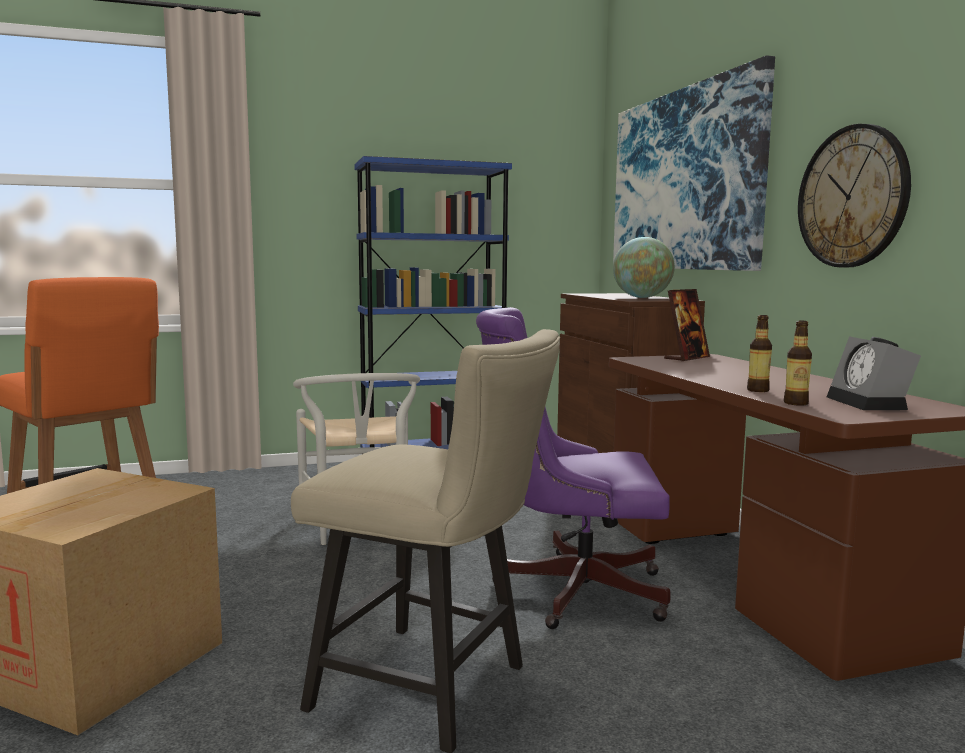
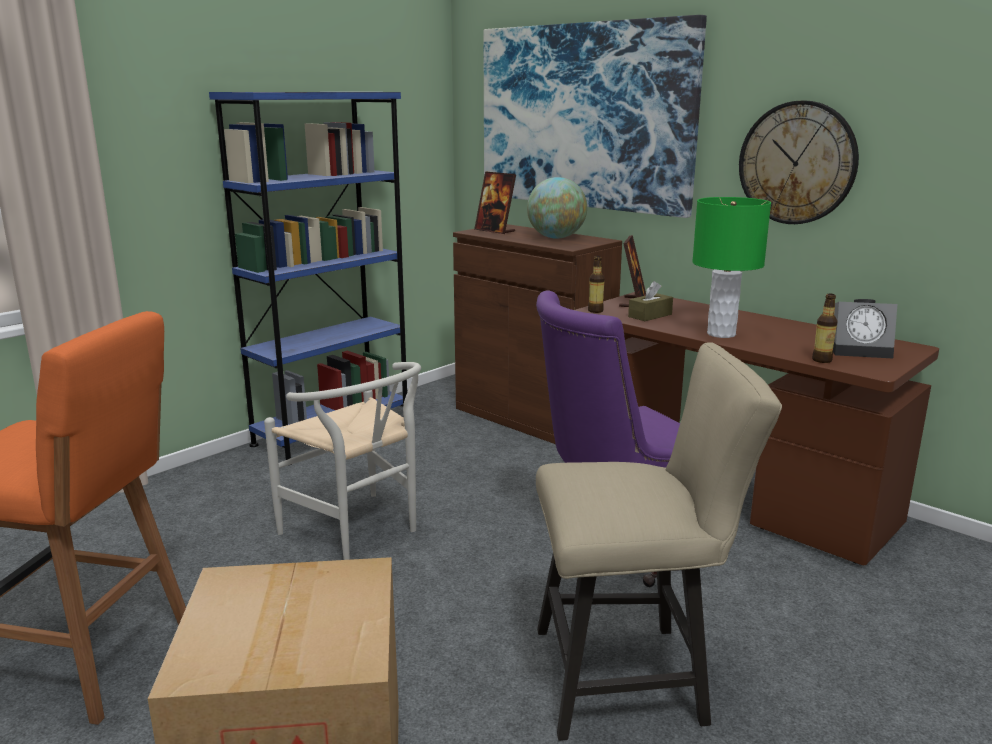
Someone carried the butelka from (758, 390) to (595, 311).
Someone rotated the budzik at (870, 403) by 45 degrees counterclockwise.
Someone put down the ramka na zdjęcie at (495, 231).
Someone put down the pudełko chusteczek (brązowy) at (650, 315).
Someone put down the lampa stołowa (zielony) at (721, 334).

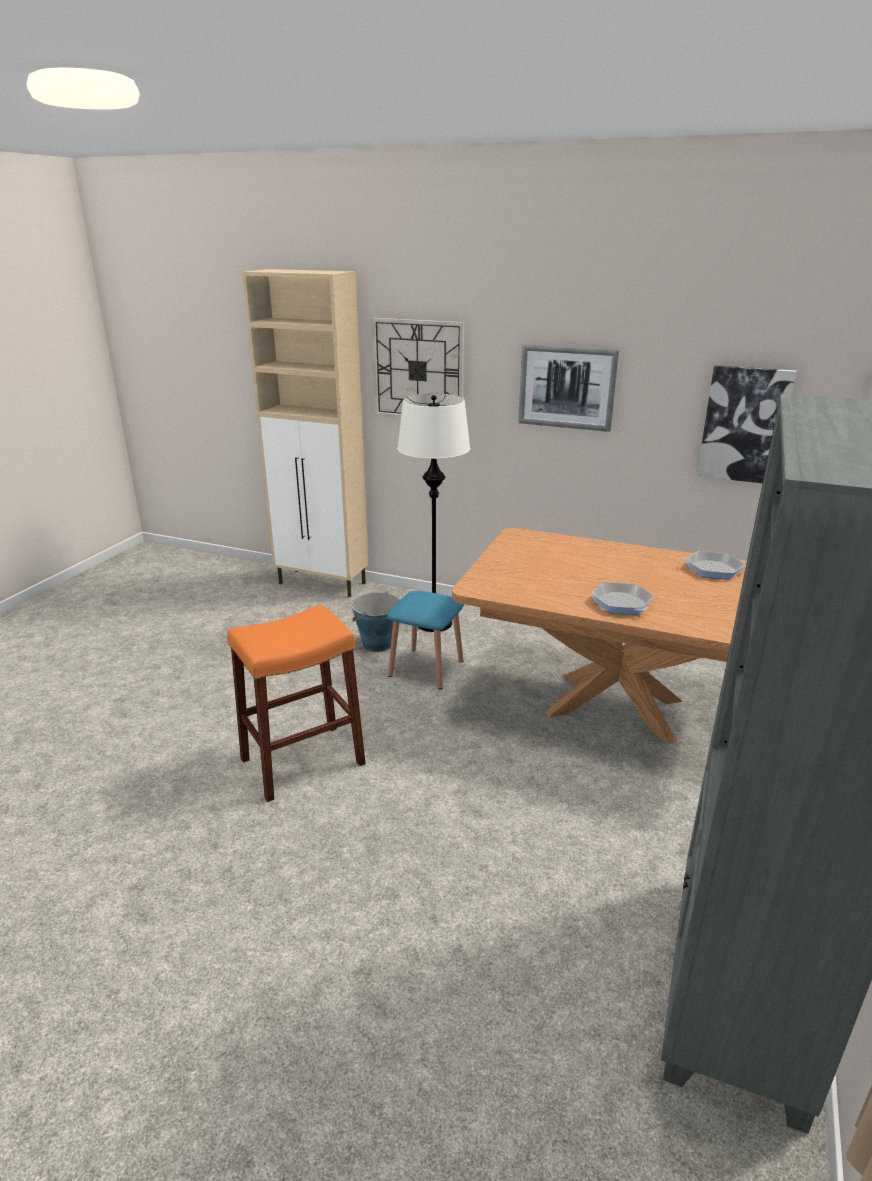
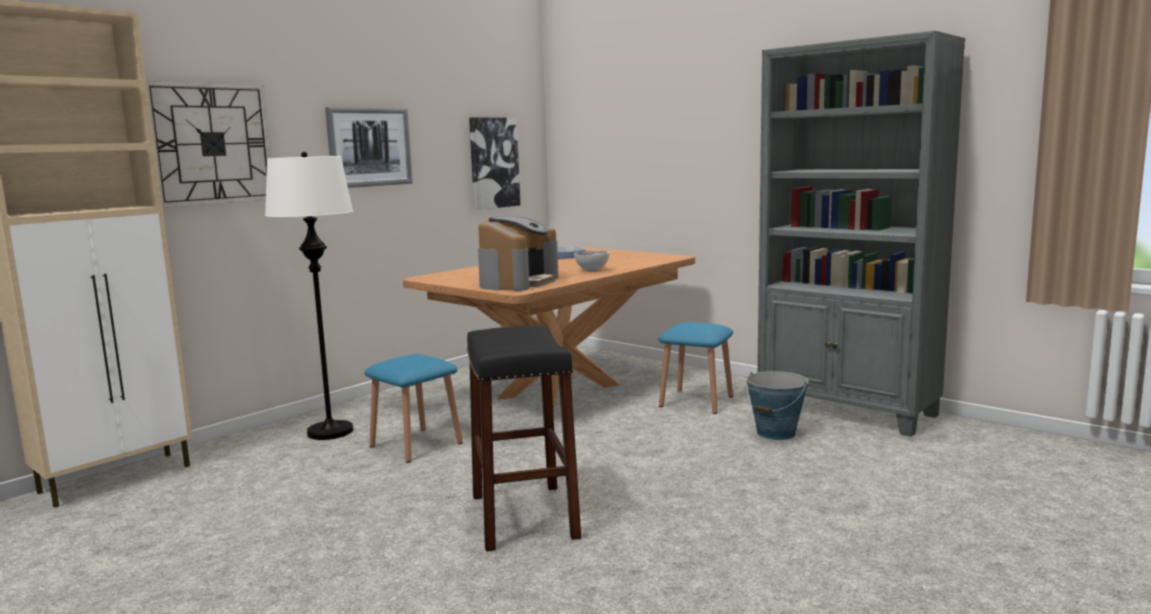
Someone repainted the stołek (pomarańczowy) at (303, 761), which became the stołek (czarny) at (523, 516).
Someone carried the wiadro from (377, 644) to (776, 433).
Someone swapped the patelnia at (621, 603) for the miska at (591, 270).
Someone put down the ekspres do kawy at (518, 282).
Someone put down the stołek (niebieski) at (696, 401).

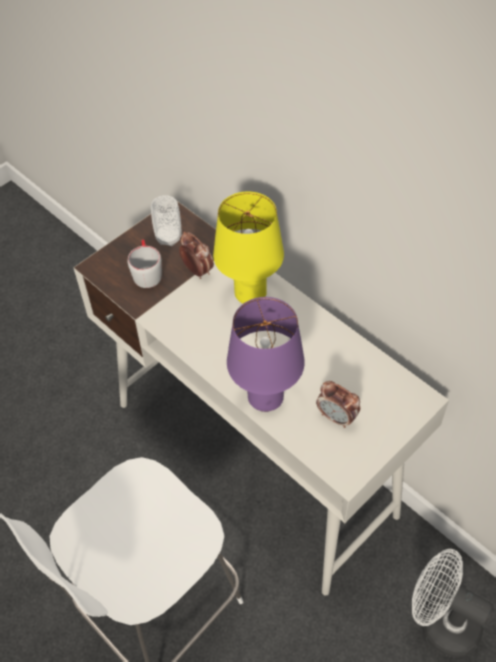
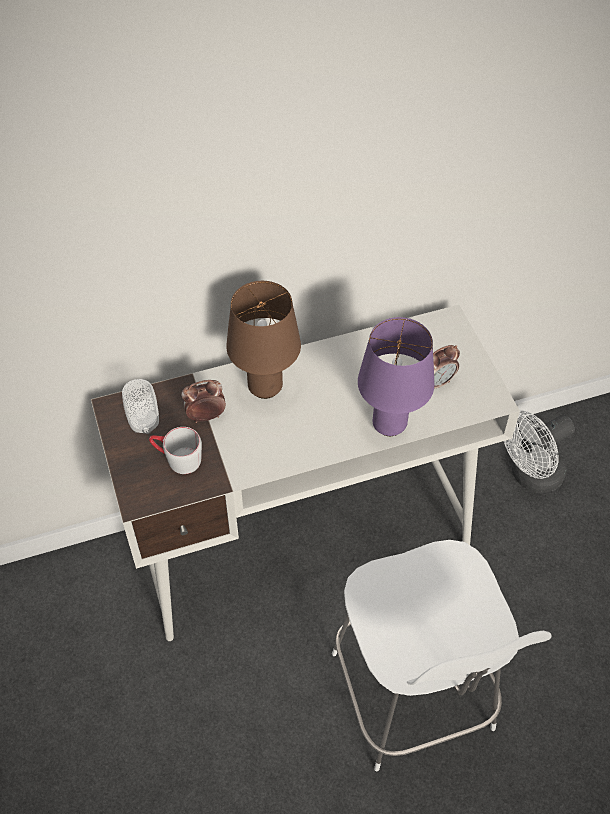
Someone repainted the lampa stołowa (żółty) at (251, 296), which became the lampa stołowa (brązowy) at (266, 387).

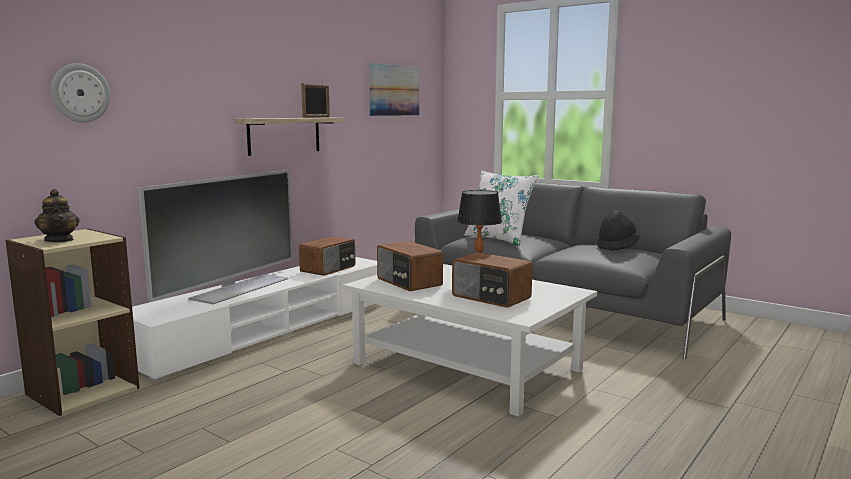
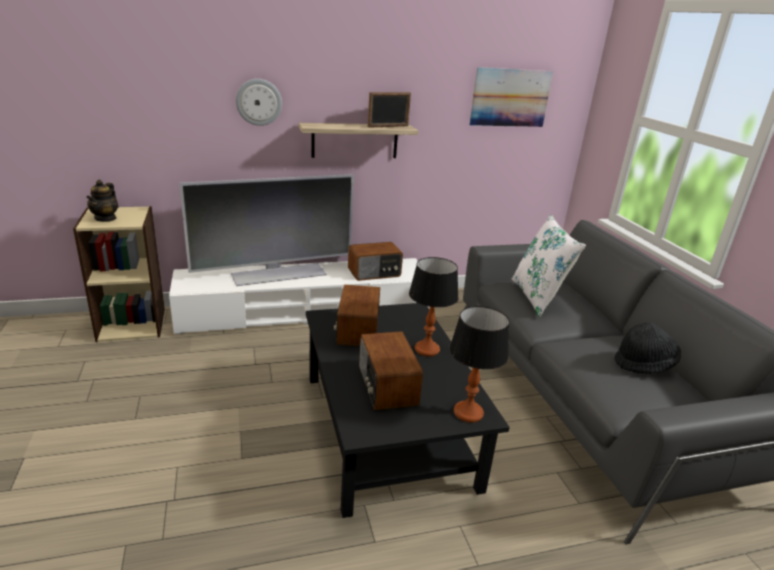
Someone carried the zegar ścienny from (80, 93) to (259, 102).
Someone repainted the ława (biały) at (467, 366), which became the ława (czarny) at (388, 429).
Someone put down the lampa stołowa at (468, 413).

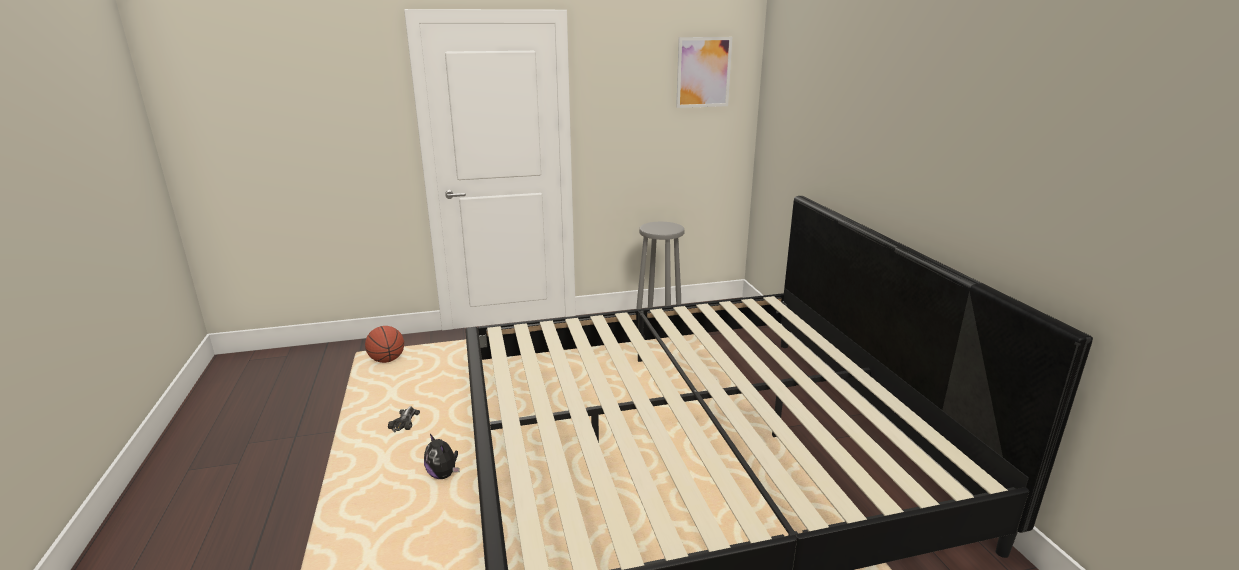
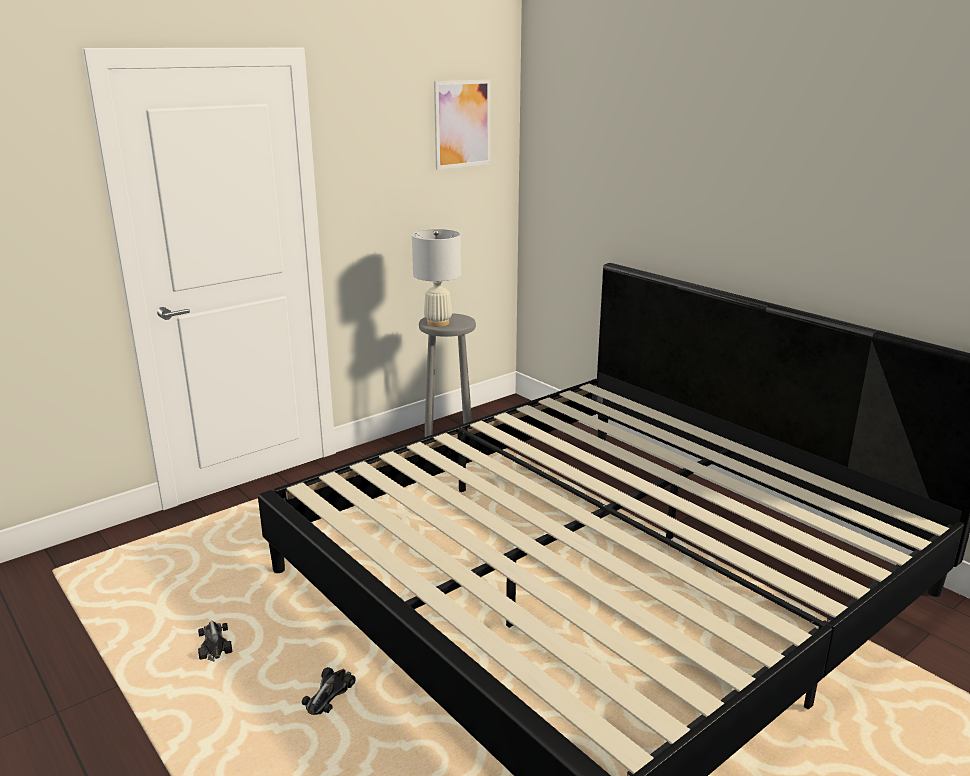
Someone took away the piłka do koszykówki at (387, 360).
Someone swapped the pluszak at (443, 474) for the samochodzik at (328, 694).
Someone put down the lampa stołowa (biały) at (438, 323).

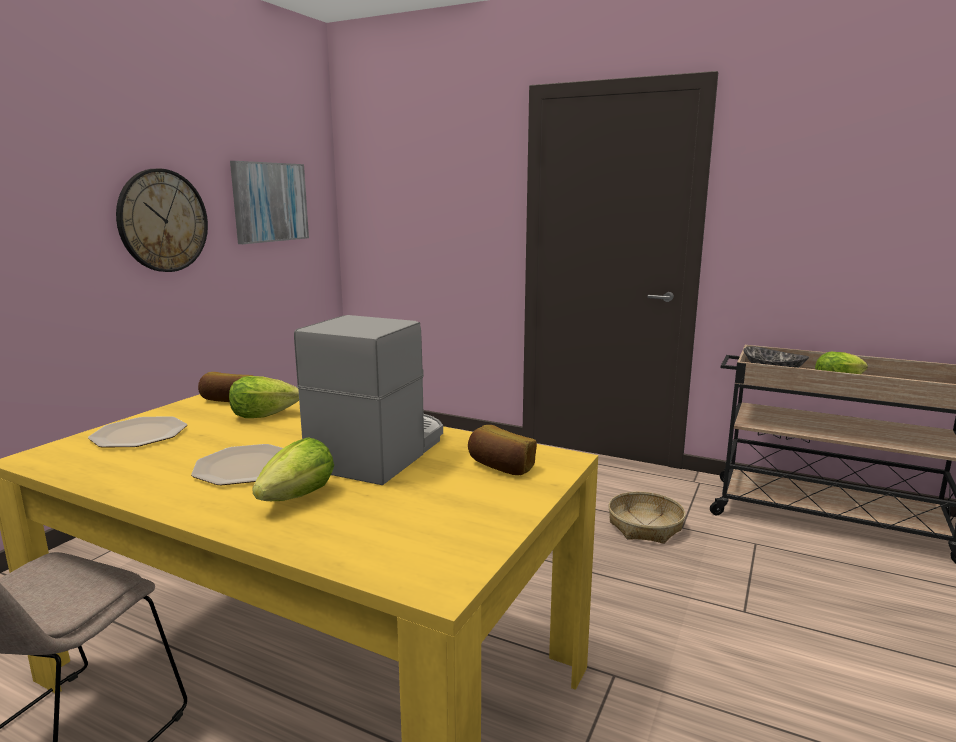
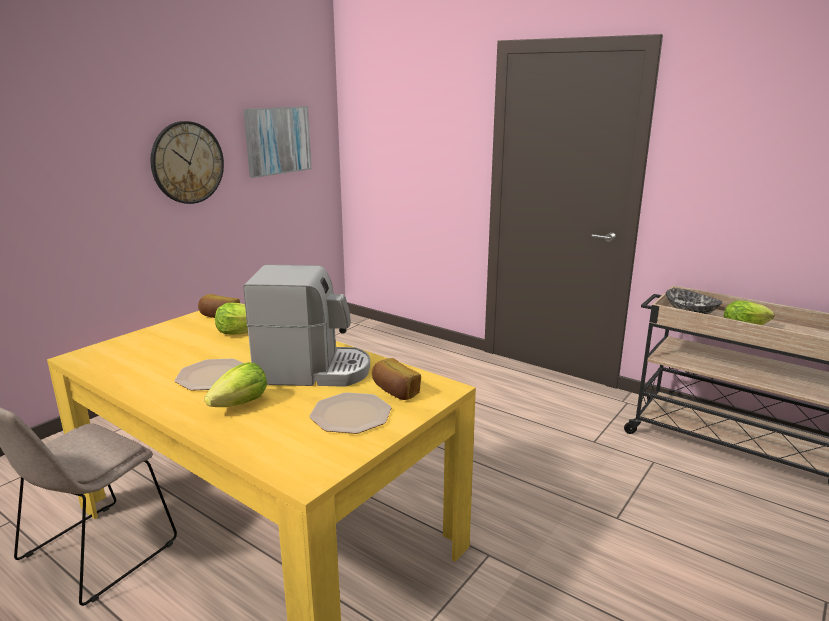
Someone carried the talerz from (139, 434) to (351, 415).
Someone rotated the ekspres do kawy at (381, 451) by 60 degrees clockwise.
Someone took away the koszyk at (645, 526).

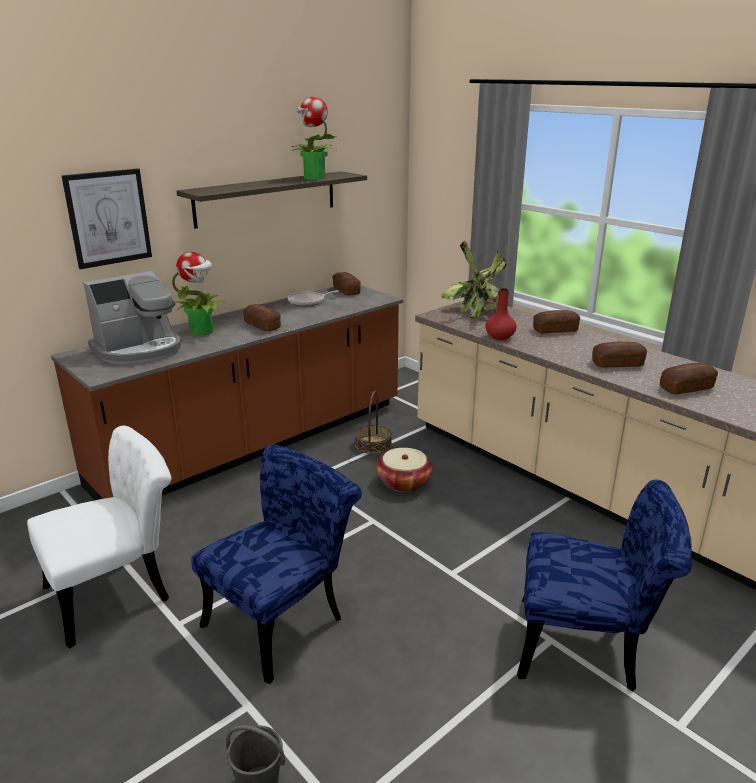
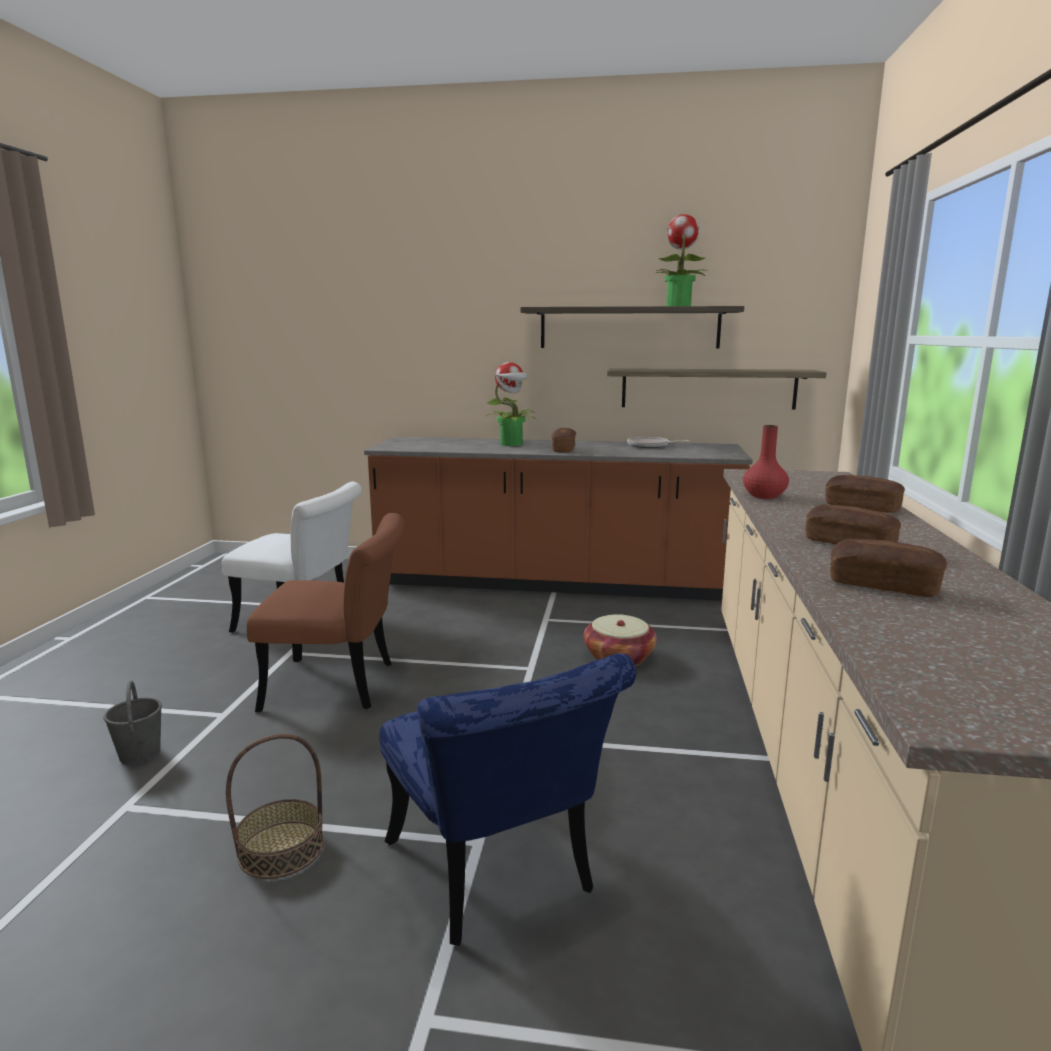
Someone took away the obraz at (108, 218).
Someone took away the ekspres do kawy at (139, 350).
Someone repainted the krzesło (niebieski) at (283, 618), which became the krzesło (brązowy) at (341, 686).
Someone took away the chleb at (346, 291).
Someone carried the koszyk from (373, 444) to (281, 849).
Someone took away the roślina doniczkowa at (479, 310).
Someone put up the półka at (708, 388).

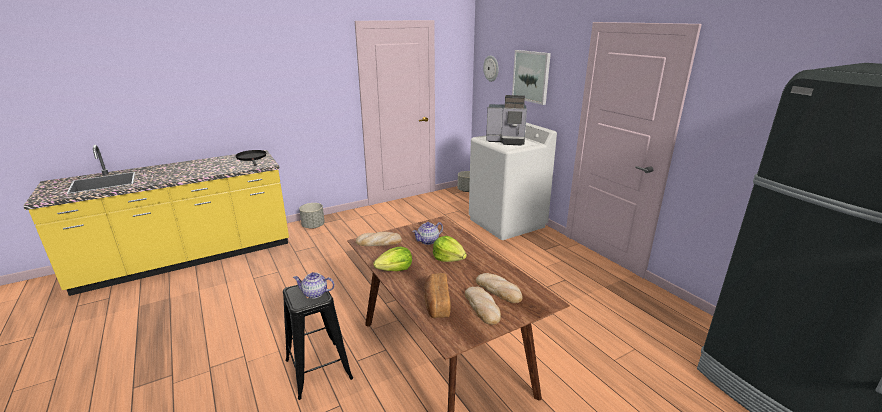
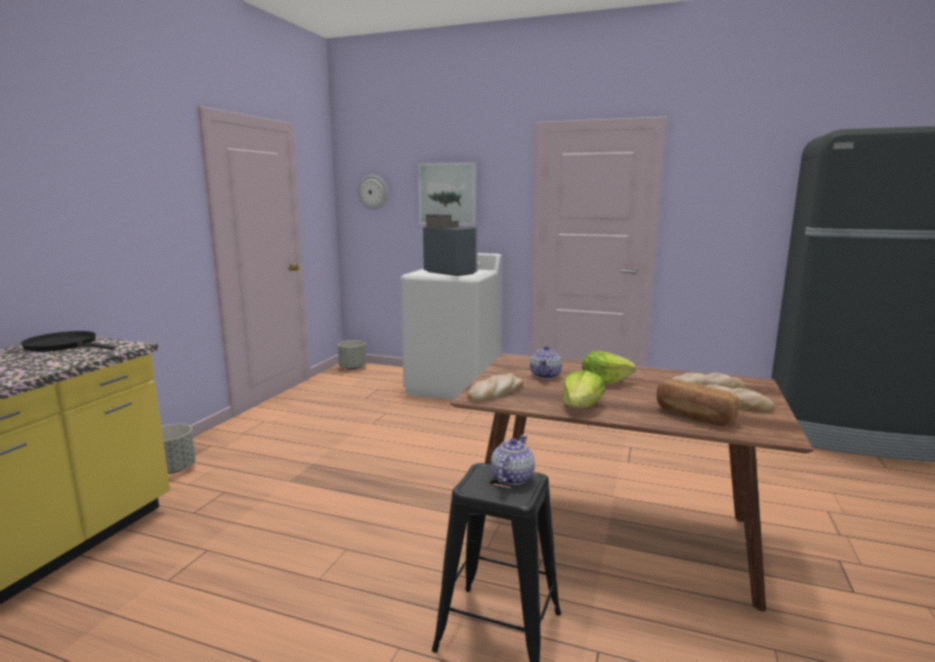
Someone rotated the imbryk at (315, 293) by 150 degrees clockwise.
Someone rotated the ekspres do kawy at (507, 141) by 105 degrees counterclockwise.

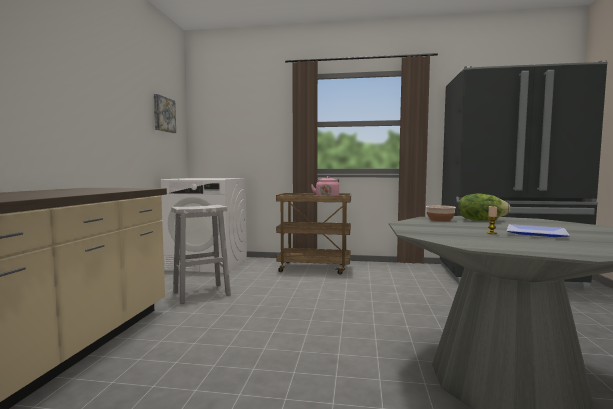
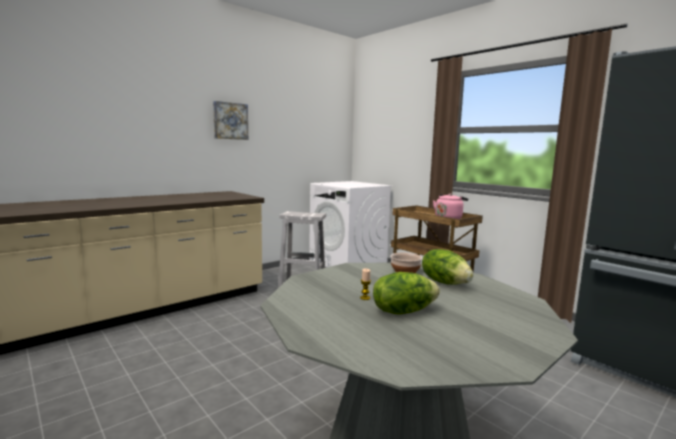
Someone carried the obraz from (163, 114) to (230, 121).
Someone swapped the talerz at (534, 233) for the sałata at (403, 311).

